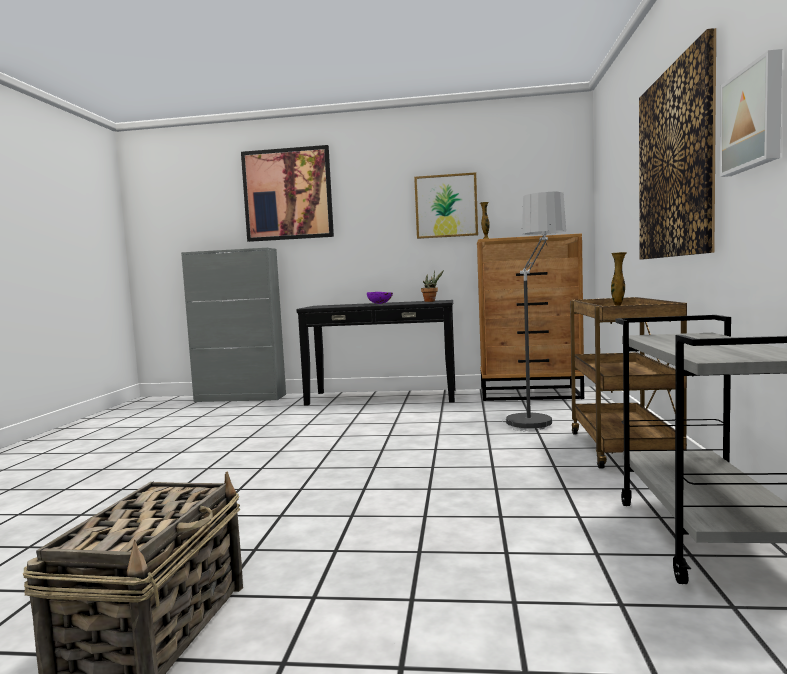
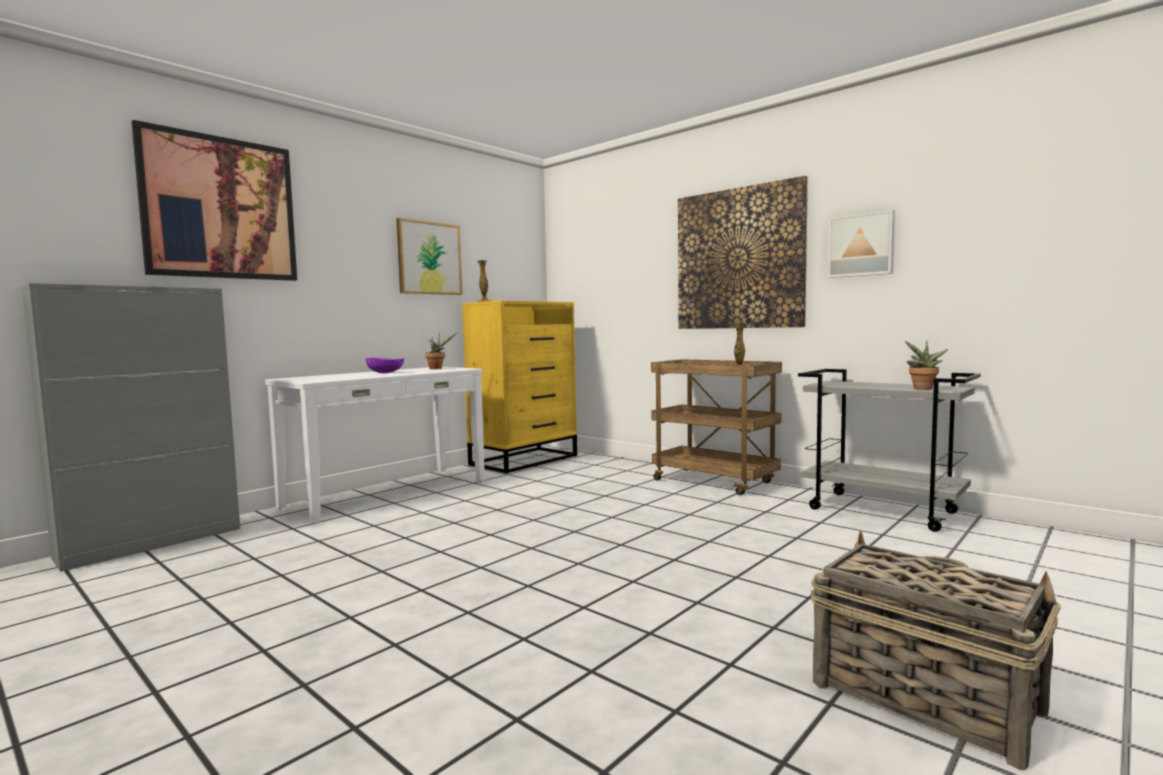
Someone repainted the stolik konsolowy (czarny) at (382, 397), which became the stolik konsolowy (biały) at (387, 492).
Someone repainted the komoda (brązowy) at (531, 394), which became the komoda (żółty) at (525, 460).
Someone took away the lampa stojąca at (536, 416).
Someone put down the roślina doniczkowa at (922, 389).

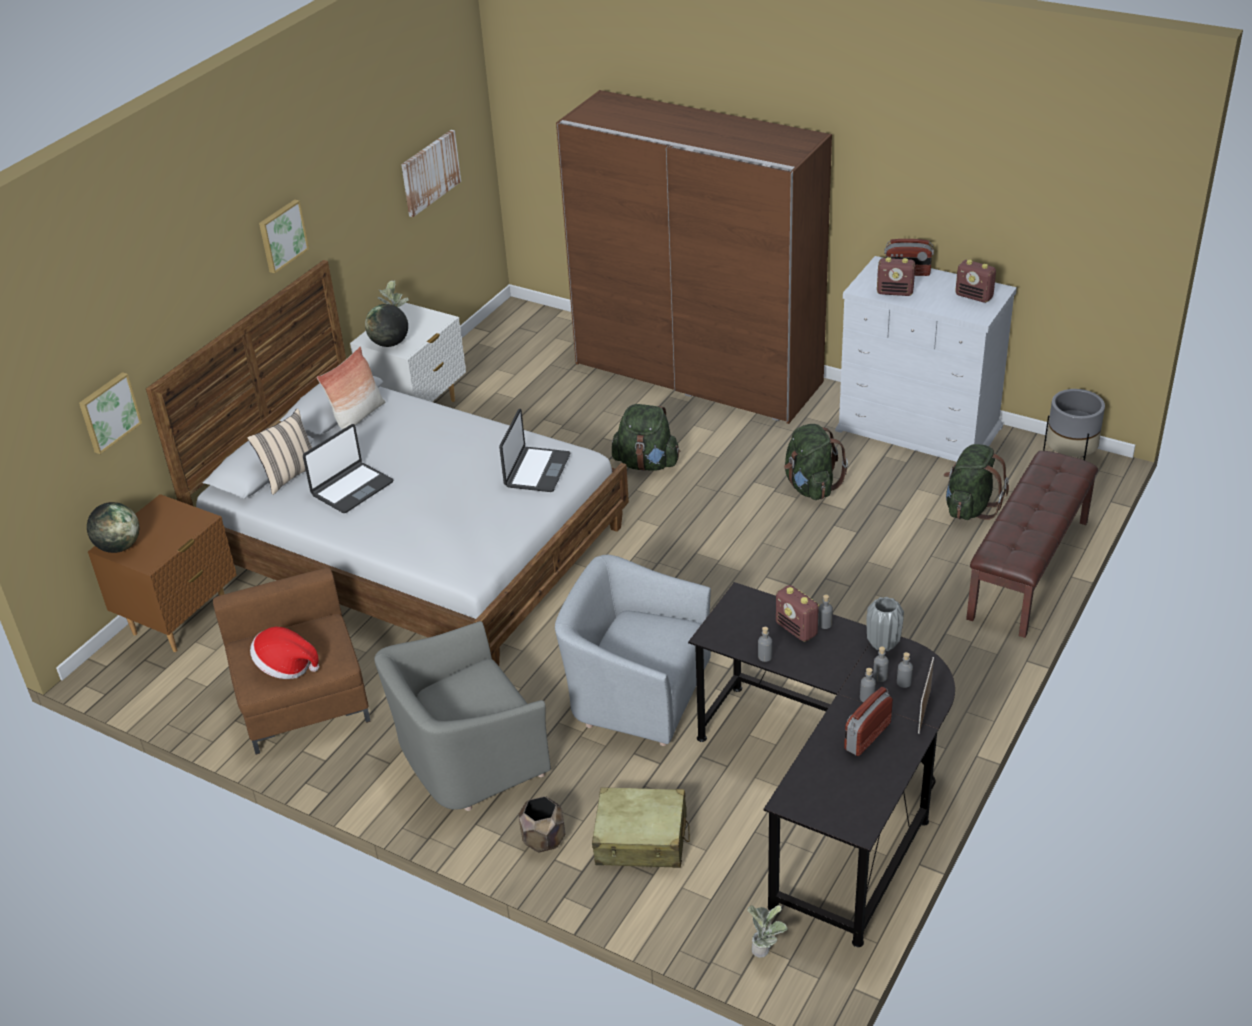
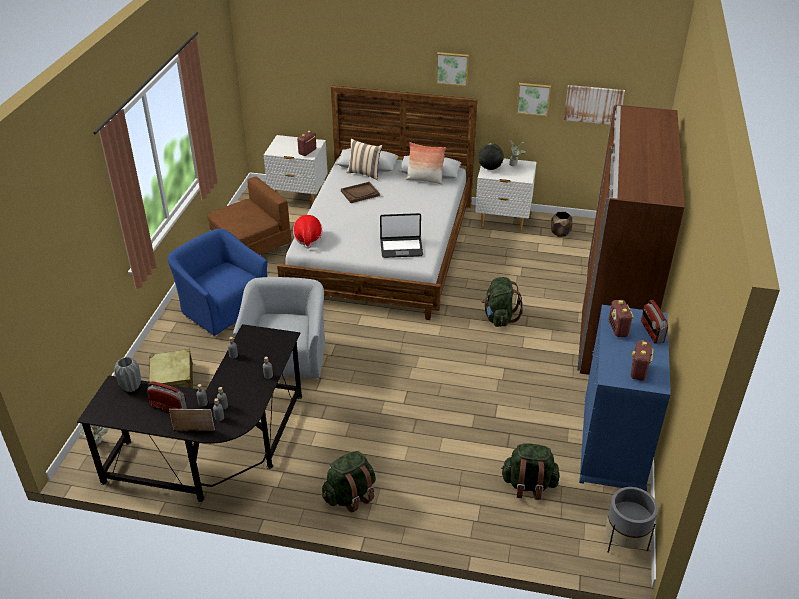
Someone carried the obraz from (108, 412) to (533, 98).
Someone took away the globus at (119, 547).
Someone repainted the szafka nocna (brązowy) at (181, 620), which became the szafka nocna (biały) at (299, 197).
Someone carried the kapelusz from (286, 666) to (308, 238).
Someone swapped the laptop at (351, 488) for the taca (brązowy) at (360, 193).
Someone repainted the fotel (szary) at (468, 757), which became the fotel (niebieski) at (223, 308).
Someone carried the donica (brązowy) from (543, 839) to (560, 232).
Someone carried the radio from (797, 629) to (307, 152).
Someone carried the plecak (zielony) from (810, 487) to (350, 496).
Someone repainted the komoda (biały) at (919, 429), which became the komoda (niebieski) at (613, 443).
Someone carried the wazon (szary) from (882, 644) to (131, 387).
Someone took away the ławka (brązowy) at (1029, 569).

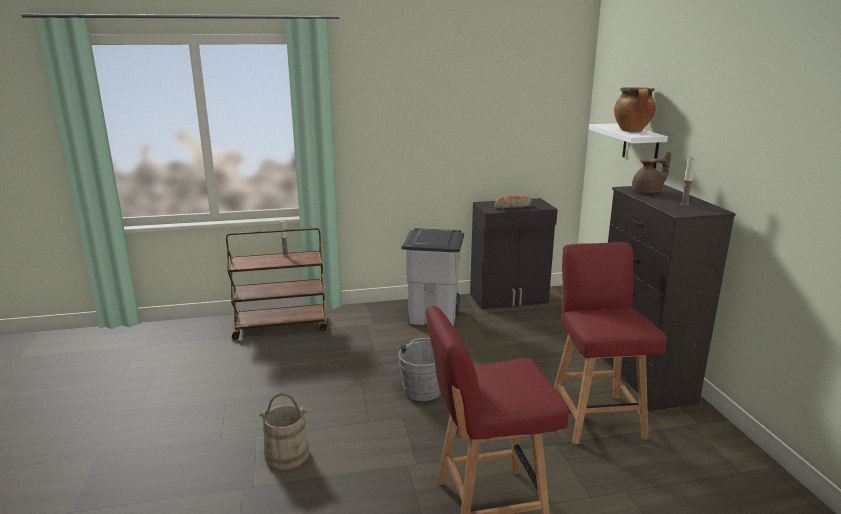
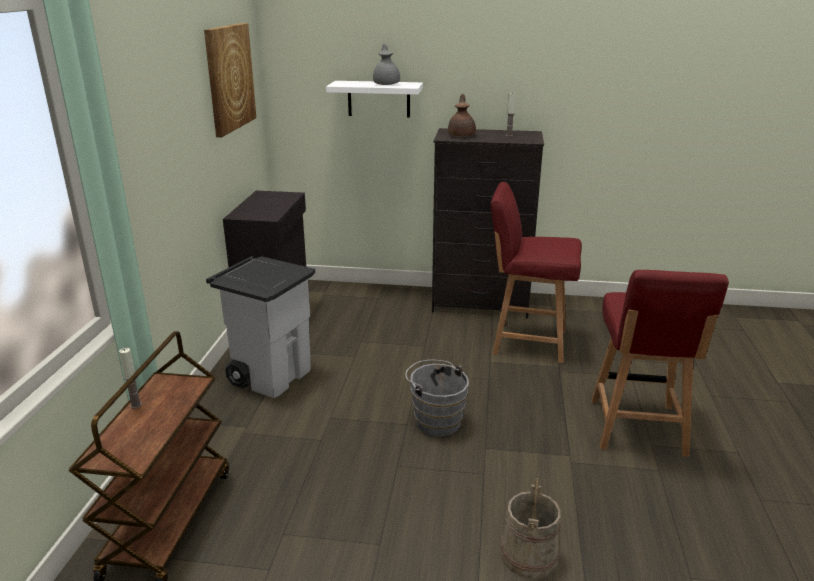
Someone took away the chleb at (512, 206).
Someone swapped the garnek at (632, 131) for the imbryk (szary) at (387, 84).
Someone put up the obraz at (229, 78).

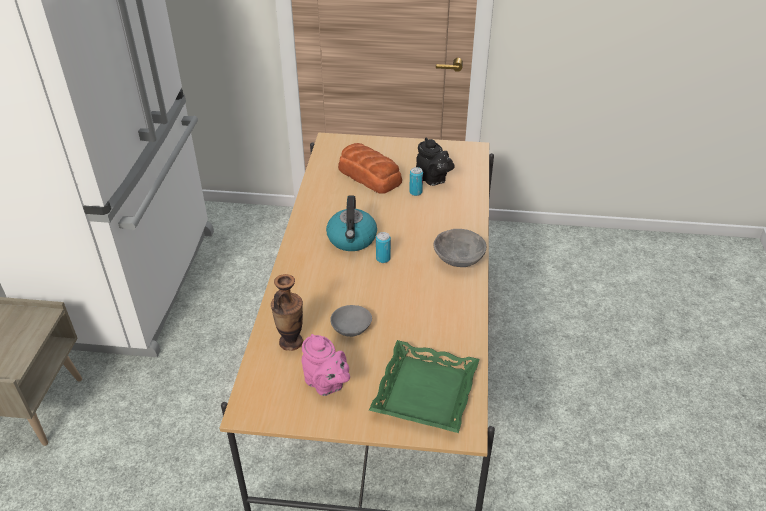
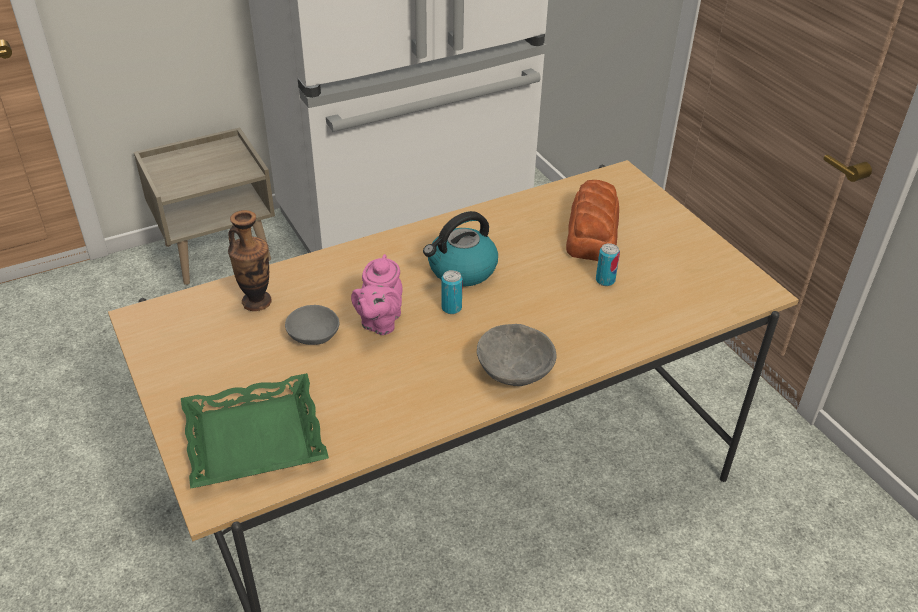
Someone carried the imbryk (różowy) from (326, 384) to (379, 322).
Someone took away the imbryk (czarny) at (433, 180).

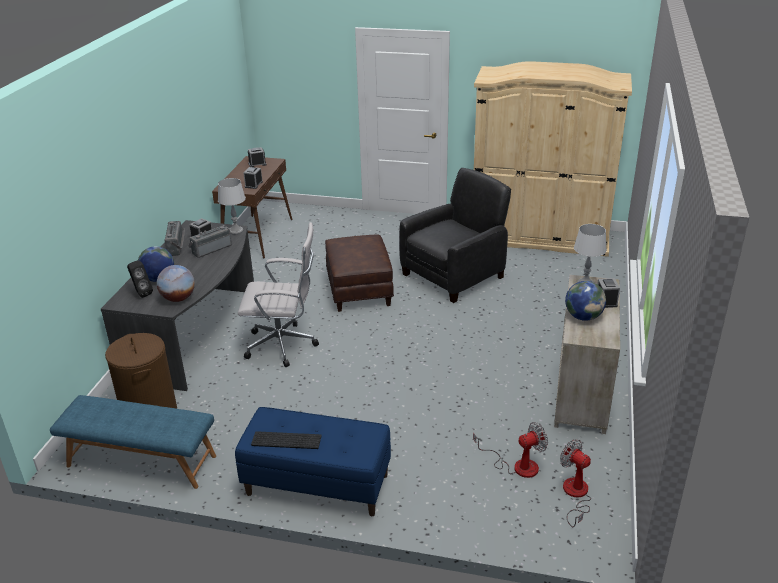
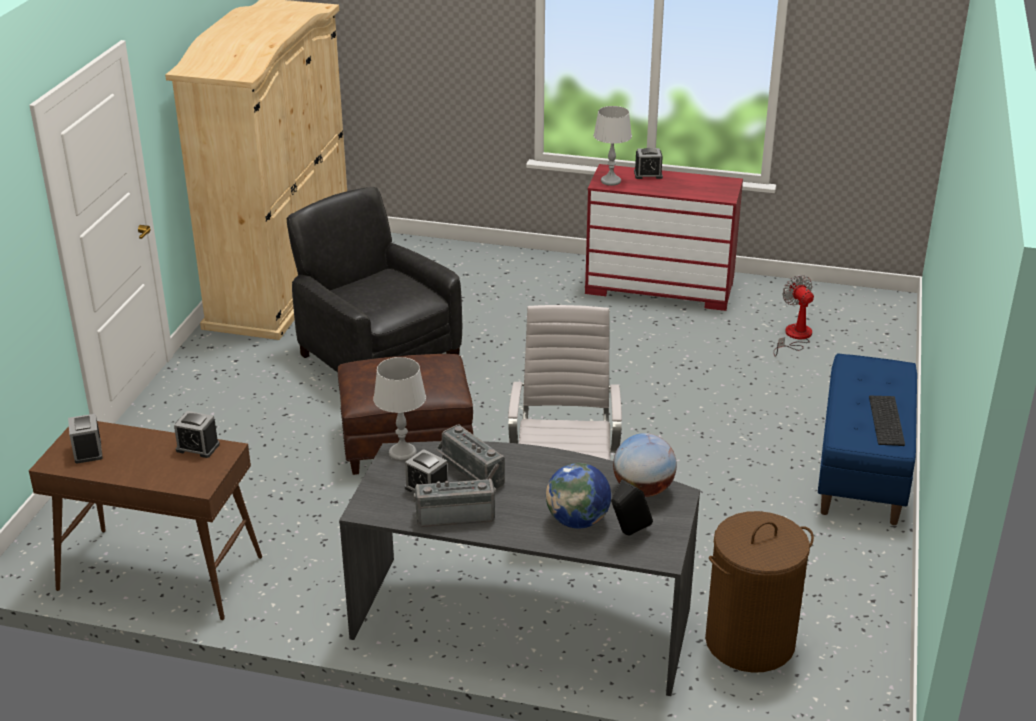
Someone took away the ławka (niebieski) at (141, 461).
Someone repainted the komoda (beżowy) at (582, 391), which became the komoda (czerwony) at (660, 288).
Someone took away the wentylator at (575, 495).
Someone took away the globus at (583, 317).

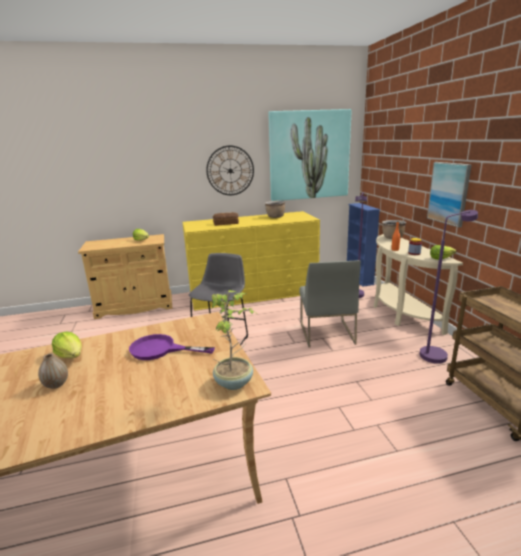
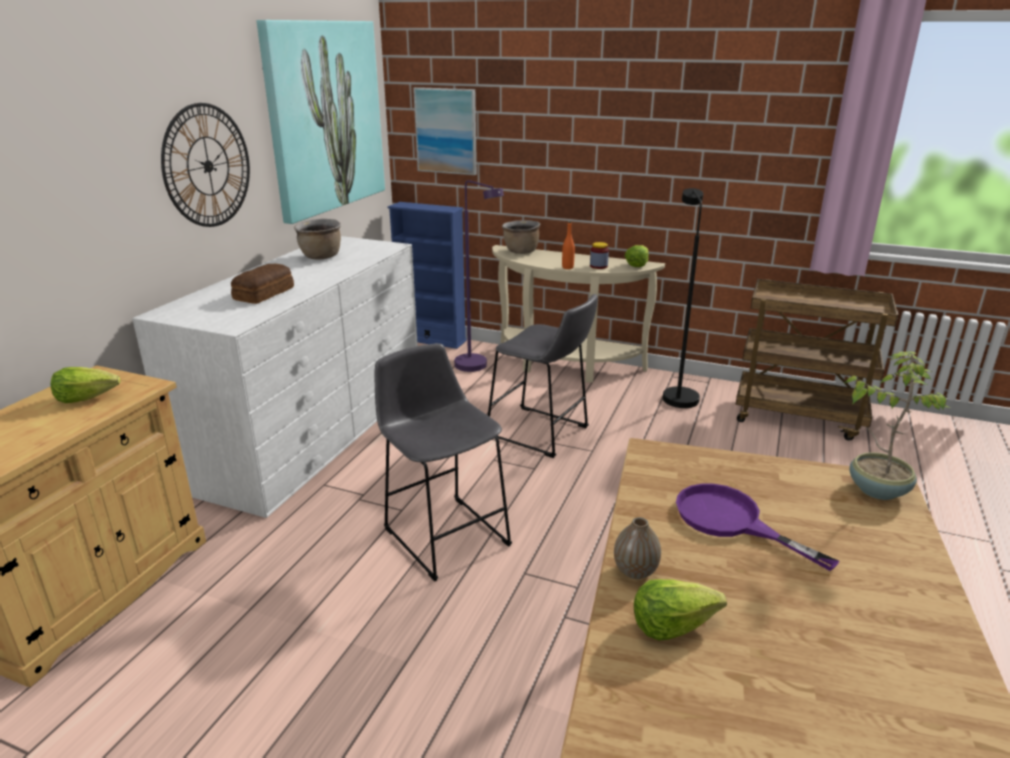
Someone carried the wazon from (56, 384) to (635, 571).
Someone rotated the patelnia (fioletowy) at (160, 349) by 90 degrees clockwise.
Someone repainted the komoda (żółty) at (253, 293), which became the komoda (biały) at (313, 431).
Someone swapped the krzesło (szary) at (326, 333) for the stołek (szary) at (541, 433).
Someone repainted the lampa stojąca (fioletowy) at (436, 353), which became the lampa stojąca (czarny) at (677, 395).
Someone carried the obraz from (449, 193) to (446, 131).

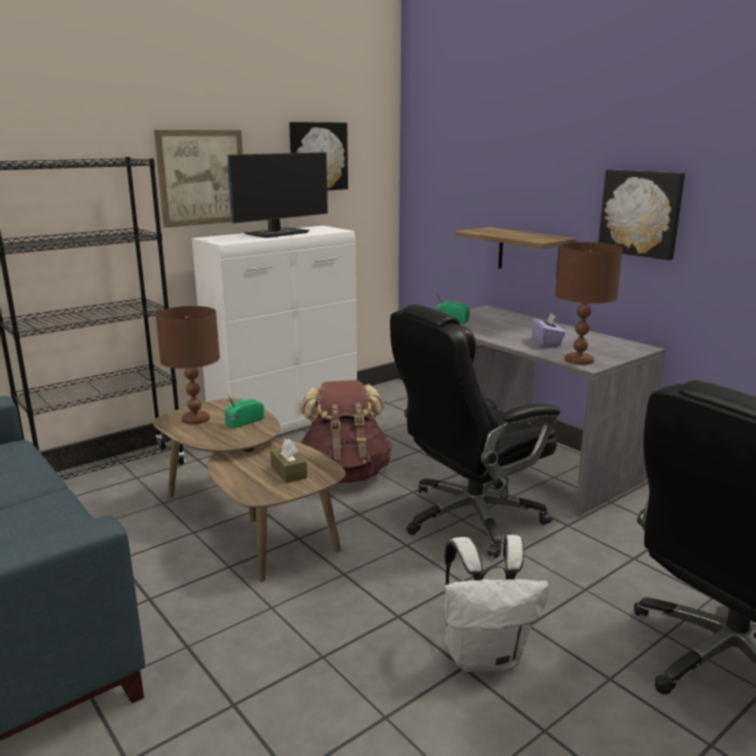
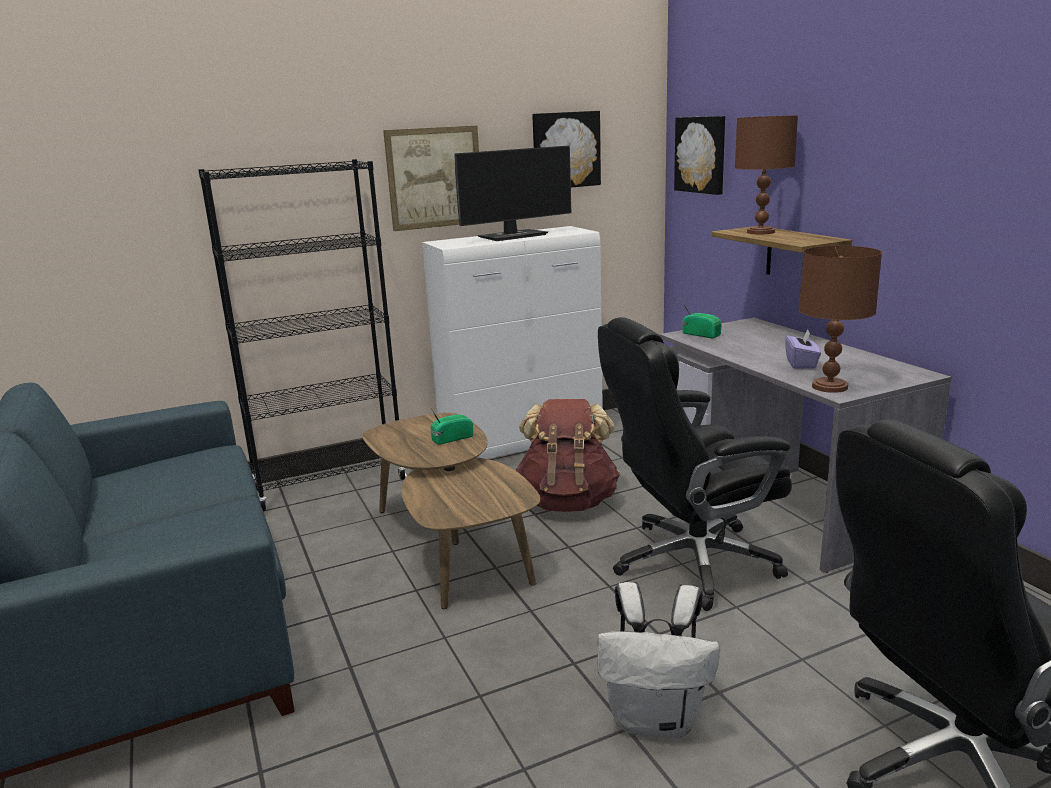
Someone carried the lampa stołowa (brązowy) from (195, 418) to (760, 232).
Someone took away the pudełko chusteczek (brązowy) at (288, 472).
Someone carried the obraz from (641, 213) to (701, 154).

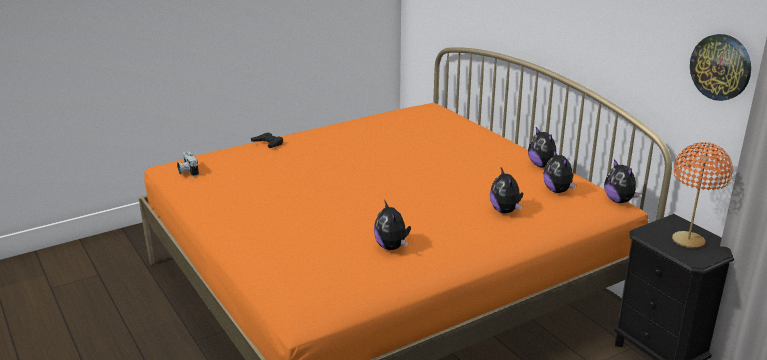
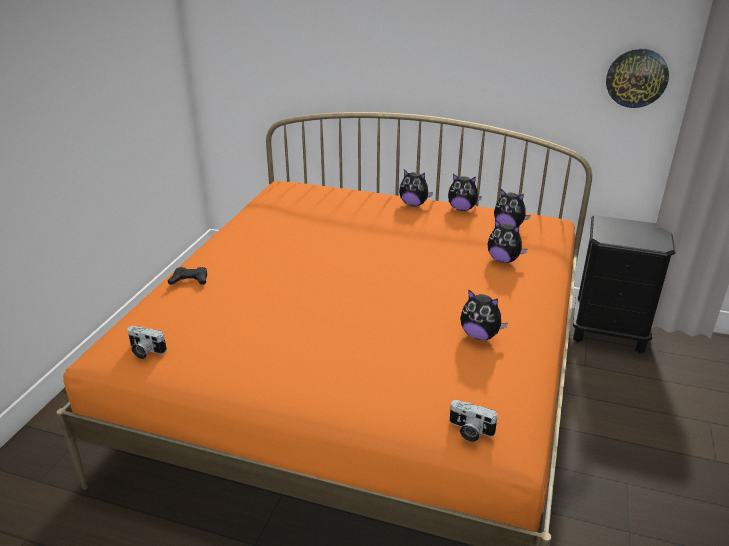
Someone carried the pluszak from (619, 200) to (414, 204).
Someone took away the lampa stołowa (pomarańczowy) at (687, 240).
Someone put down the aparat fotograficzny at (469, 431).

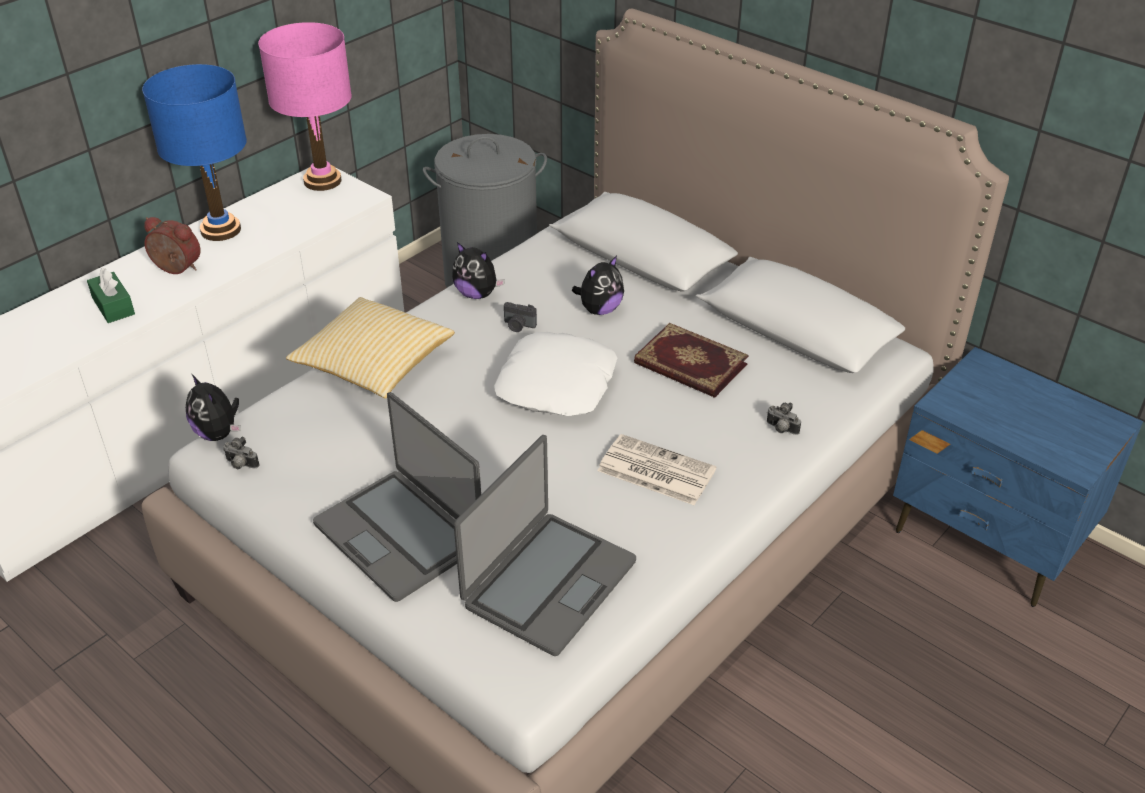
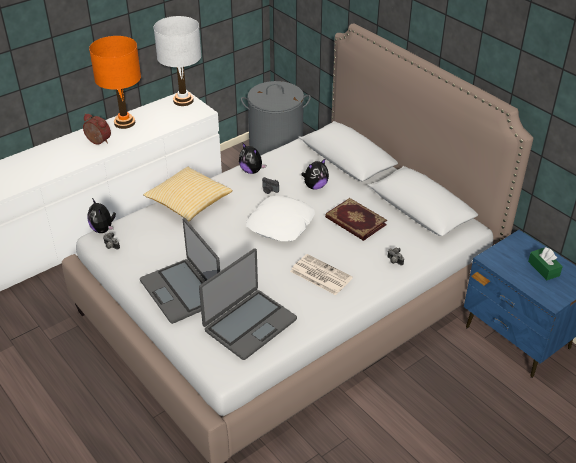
Someone carried the pudełko chusteczek (zielony) from (113, 306) to (543, 268).
Someone repainted the lampa stołowa (niebieski) at (221, 230), which became the lampa stołowa (pomarańczowy) at (125, 123).
Someone repainted the lampa stołowa (różowy) at (322, 181), which became the lampa stołowa (biały) at (183, 100).

